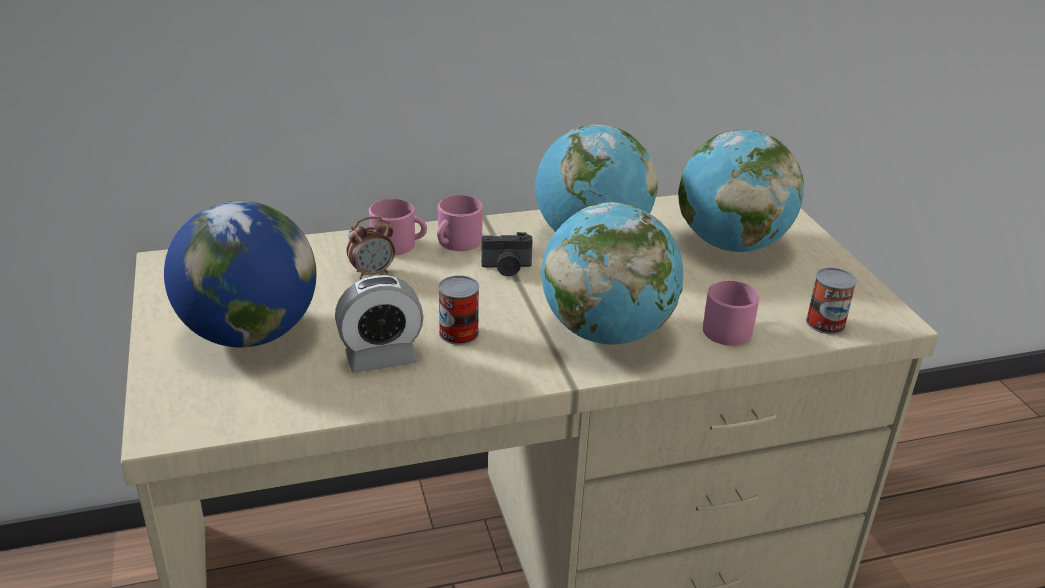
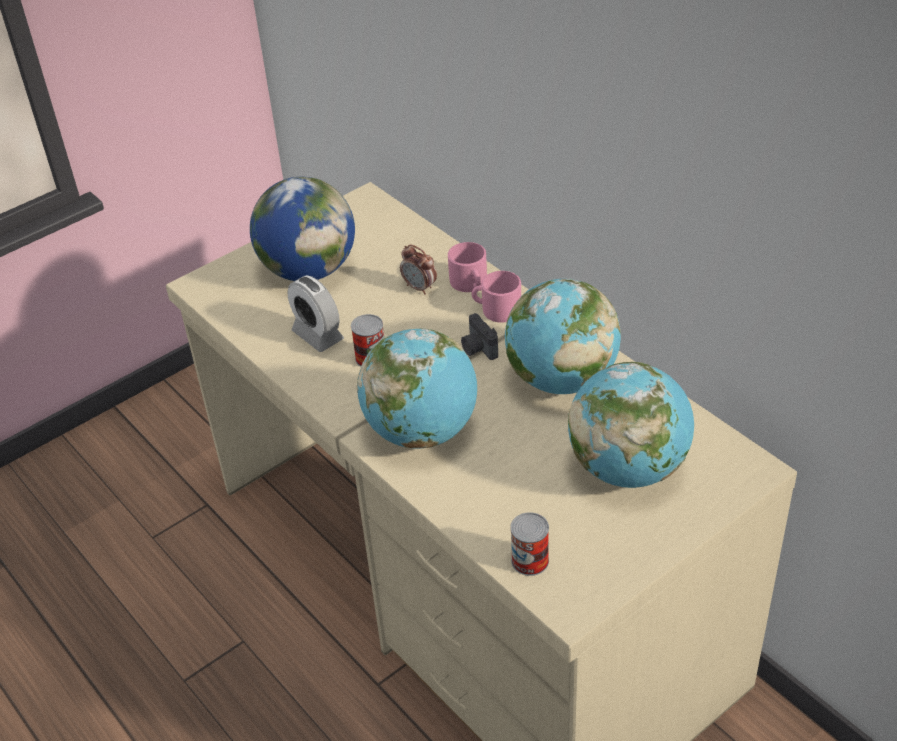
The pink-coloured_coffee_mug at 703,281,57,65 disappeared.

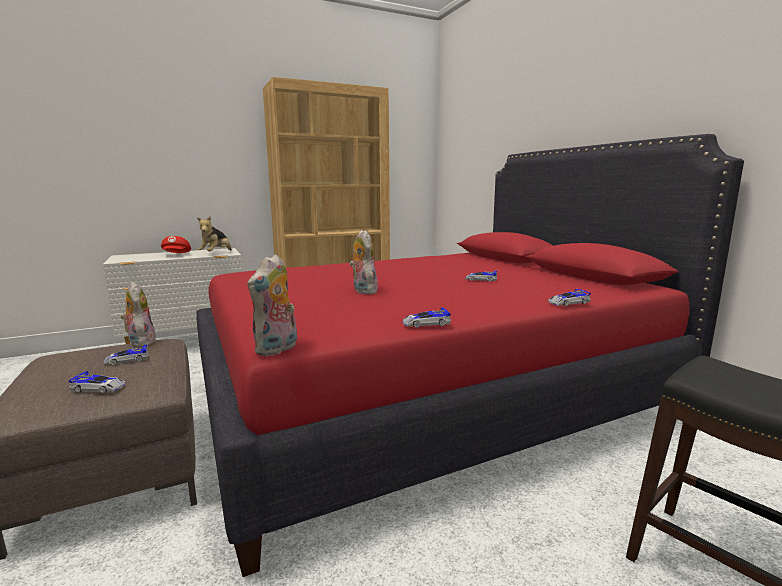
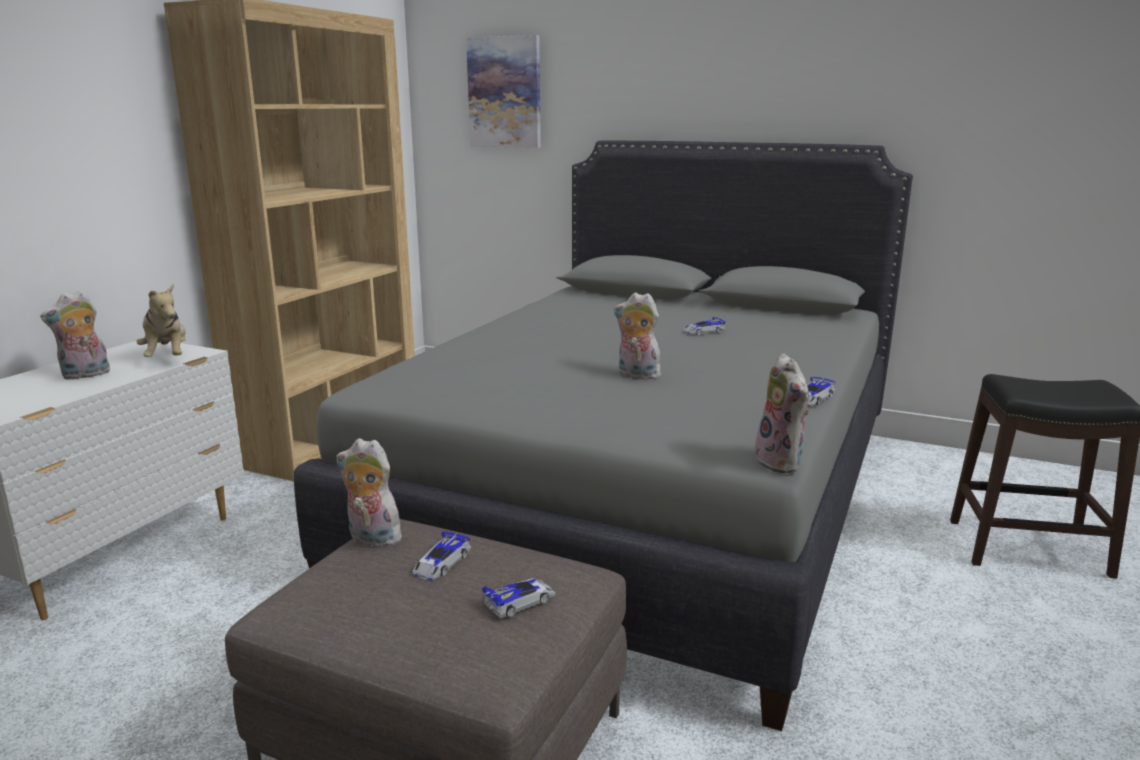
The red-coloured_peaked_cap at 161,236,30,17 was replaced by the plush_toy at 40,291,70,89.
The red-coloured_bedroom_bed at 196,134,548,443 became the gray_bedroom_bed at 294,141,619,590.
The model_car at 548,289,43,17 disappeared.
The wall_art at 466,35,75,113 appeared.

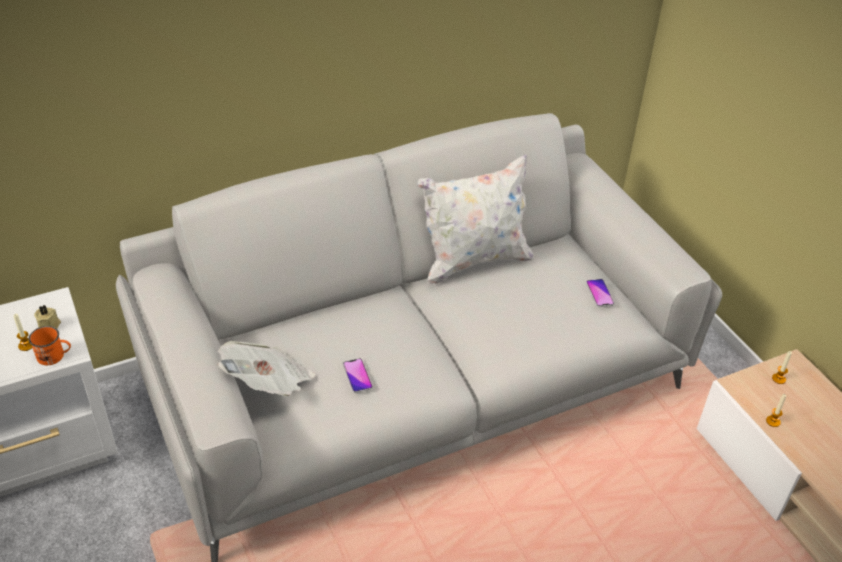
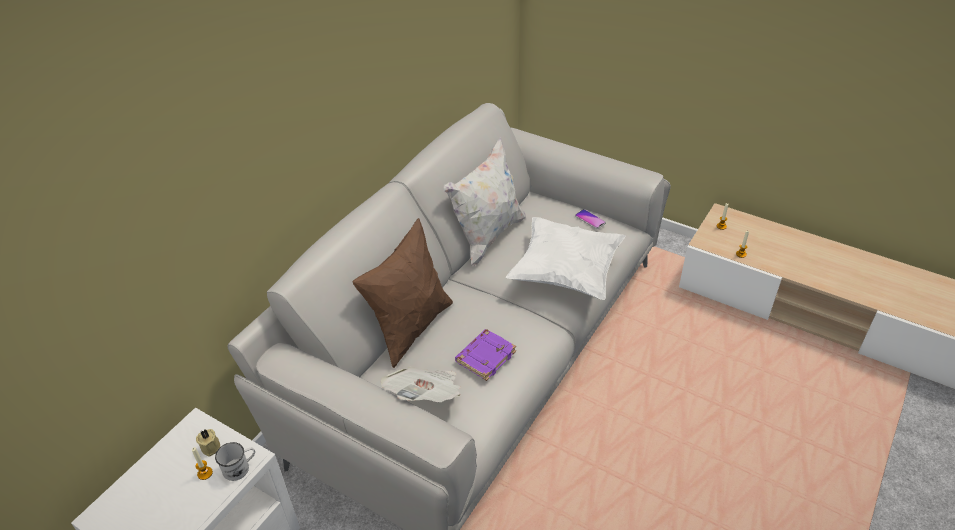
The orange-coloured_coffee_mug at 29,326,42,39 became the white_coffee_mug at 215,442,40,39.
The handset at 343,358,30,35 was replaced by the purple_book at 455,329,61,52.
The brown-coloured_cushion at 353,218,100,150 appeared.
The white_cushion at 506,217,119,83 appeared.

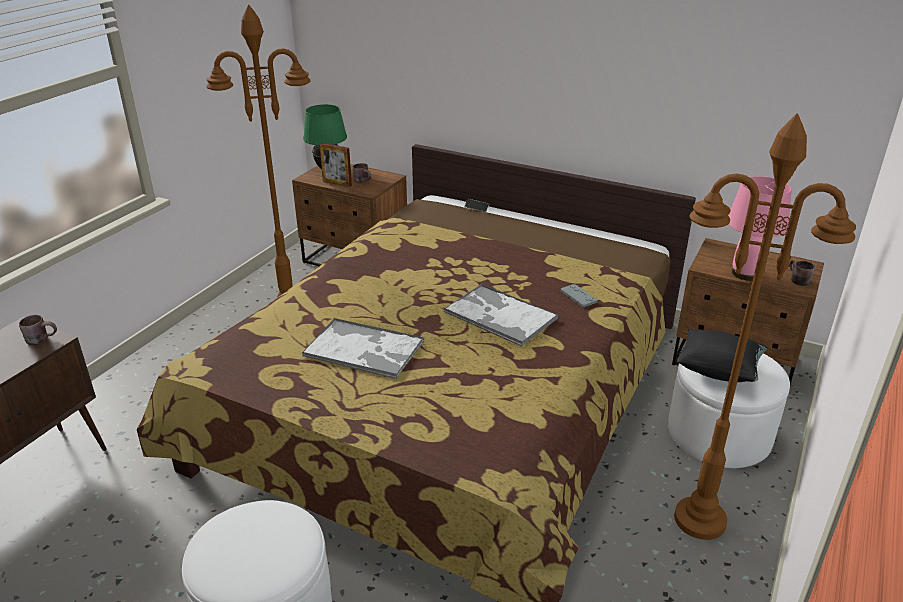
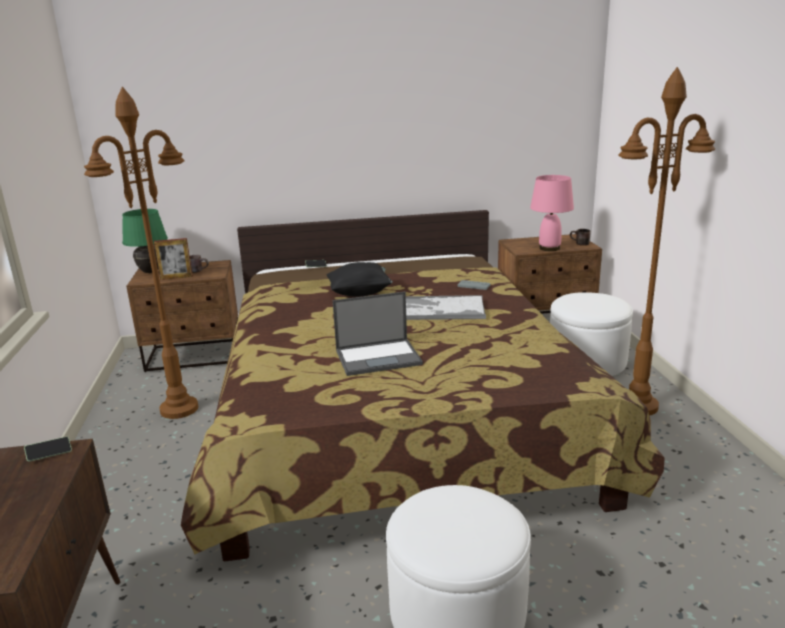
The brown-coloured_coffee_mug at 19,315,38,30 was replaced by the handset at 24,437,48,25.
The tray at 302,318,122,61 was replaced by the notebook_computer at 333,292,90,84.
The black_cushion moved from 676,329,91,53 to 326,262,67,35.

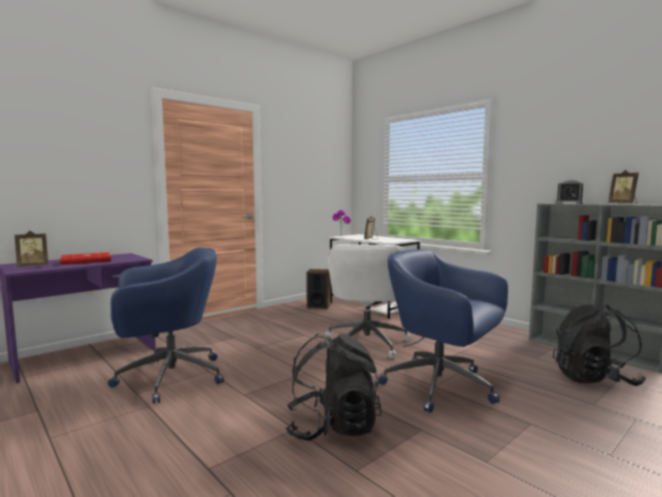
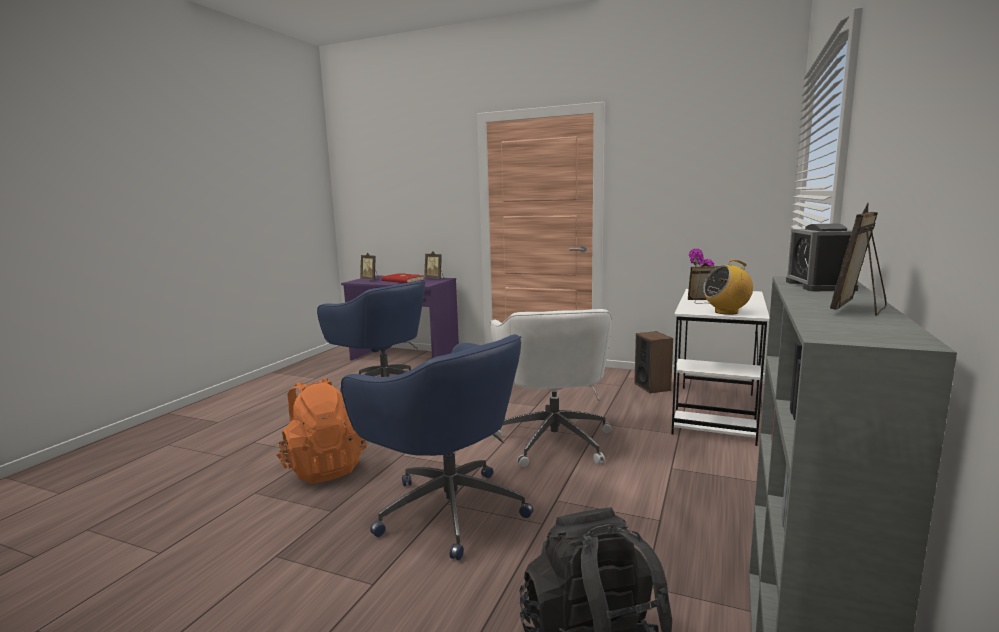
The black_backpack at 286,333,95,108 became the orange-coloured_backpack at 277,378,89,105.
The white_computer_chair at 324,245,87,113 turned 75 degrees counterclockwise.
The blue-coloured_computer_chair at 379,249,129,164 turned 120 degrees clockwise.
The picture_frame at 424,252,20,27 appeared.
The radio_set at 703,260,50,55 appeared.

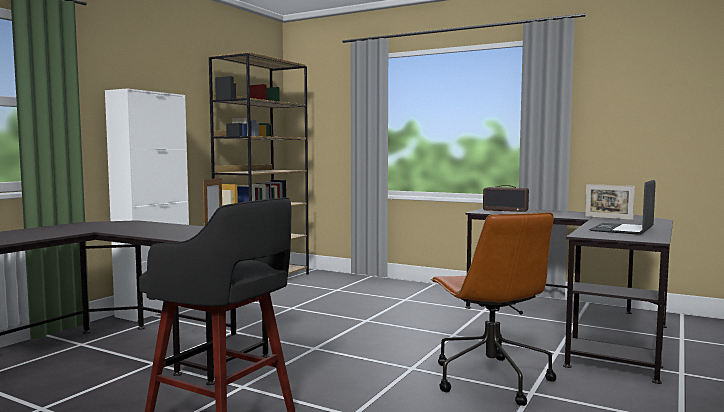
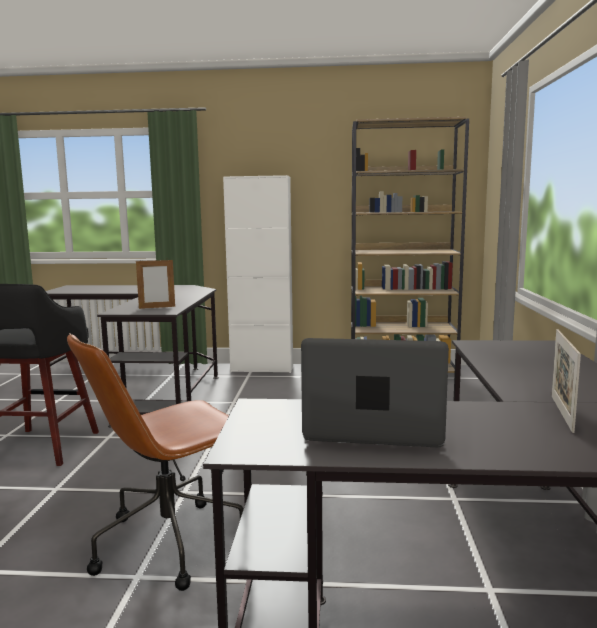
The radio_set at 483,185,46,27 disappeared.

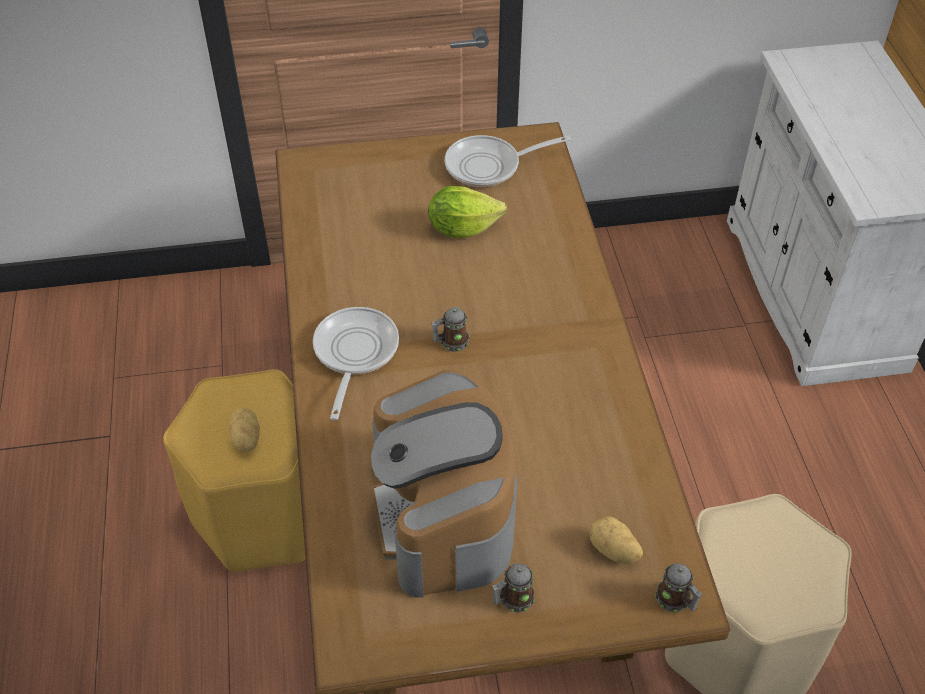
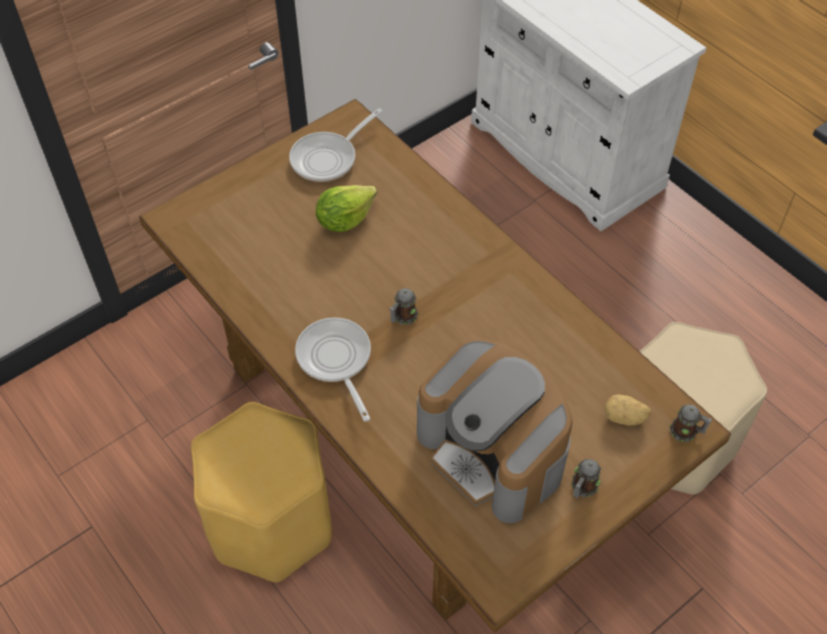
The potato at 229,408,31,44 disappeared.

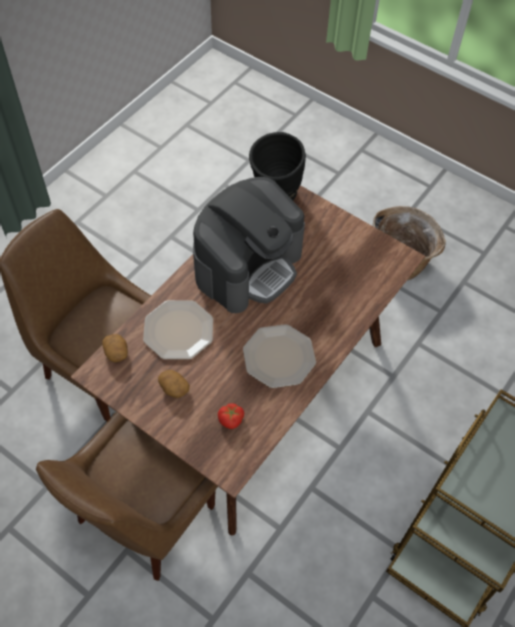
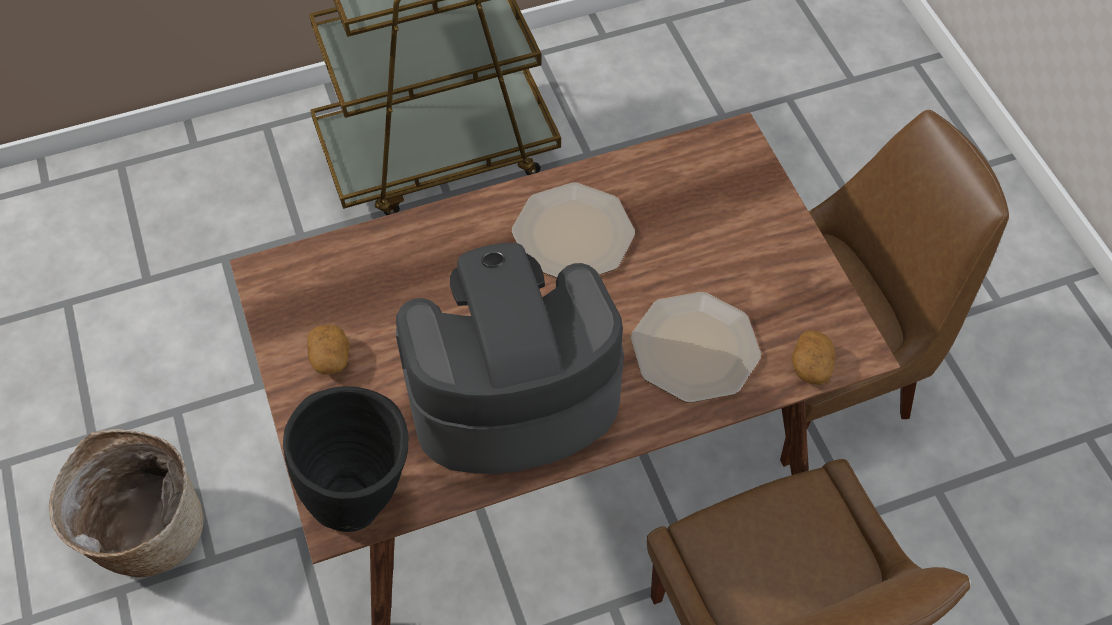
The potato moved from 158,370,32,28 to 307,325,43,50.
The whole_tomato at 218,403,26,26 disappeared.

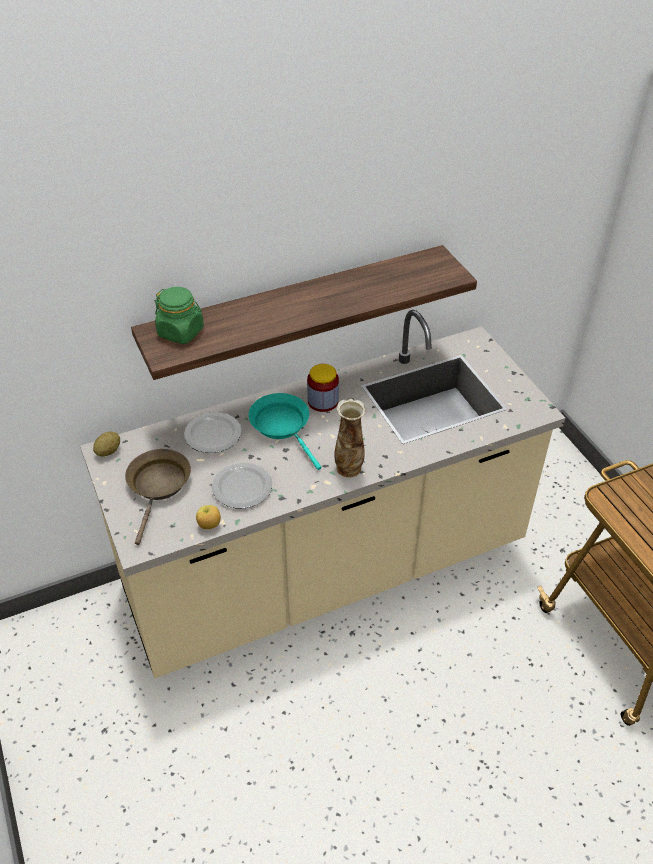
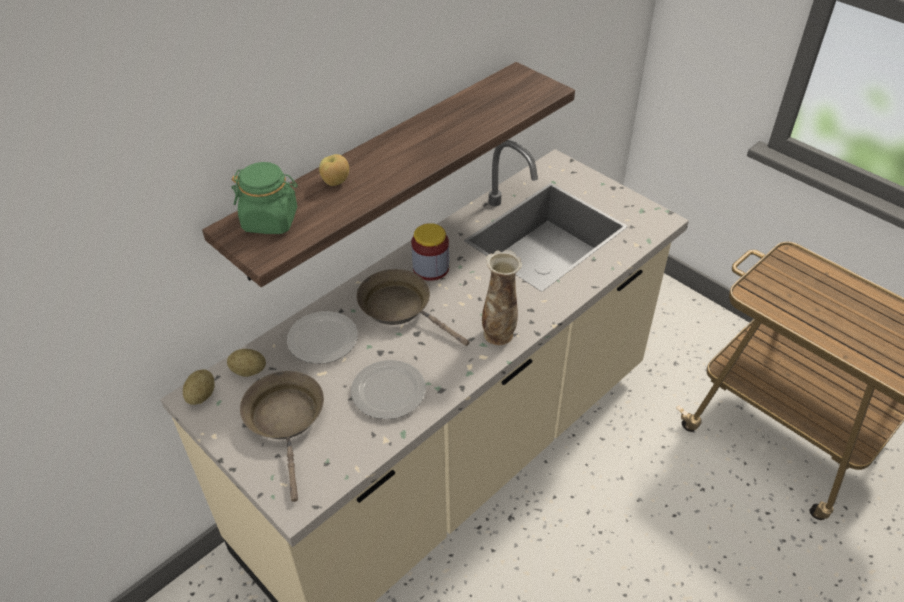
The apple moved from 196,505,25,24 to 319,154,30,32.
The blue-green_skillet at 249,393,72,77 became the brown-coloured_skillet at 356,269,114,77.
The potato at 227,349,39,28 appeared.

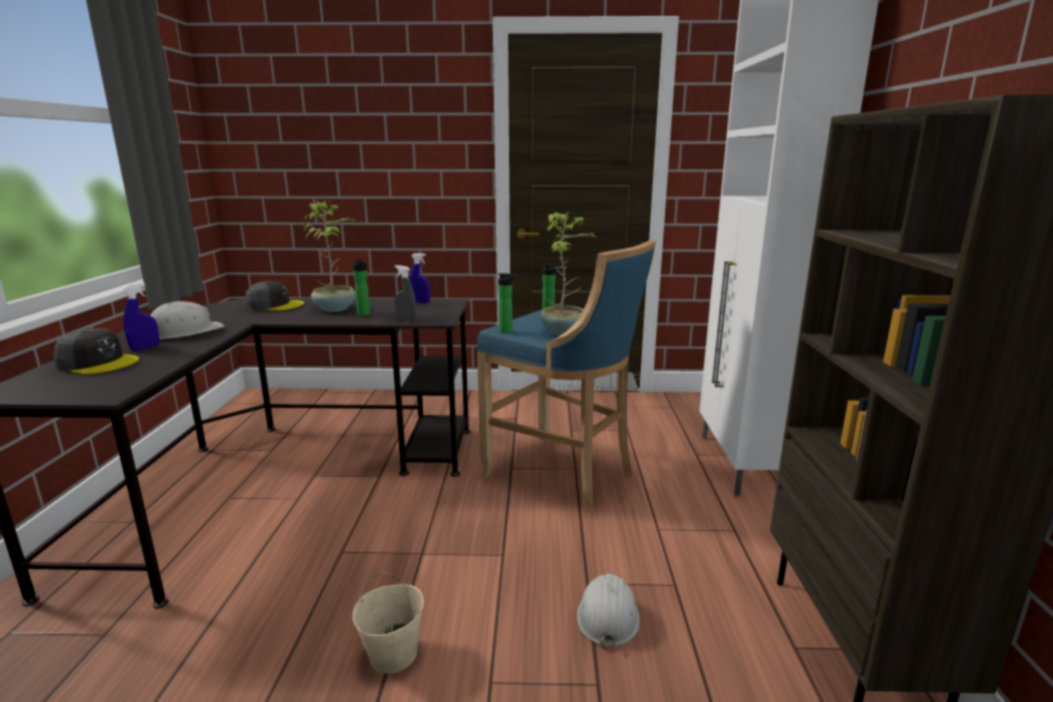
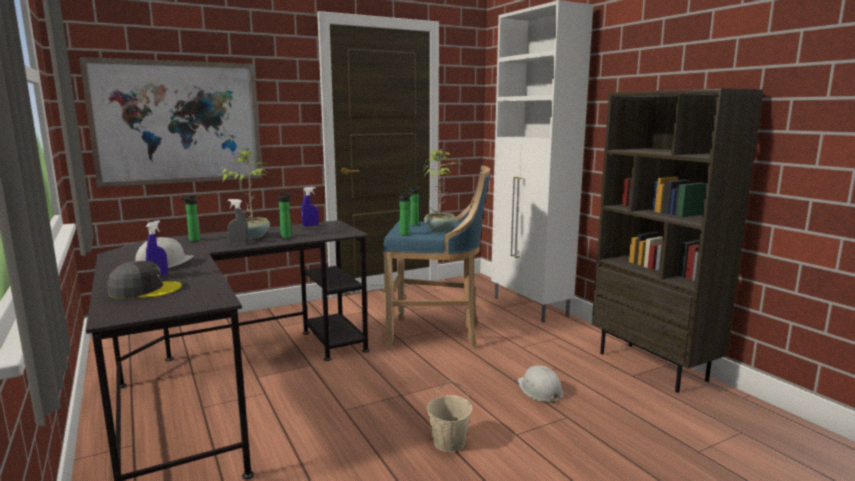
The gray_peaked_cap at 245,281,59,30 was replaced by the drink_bottle at 180,195,20,46.
The gray_spray_bottle moved from 395,265,21,57 to 228,199,21,45.
The wall_art at 79,57,183,130 appeared.

